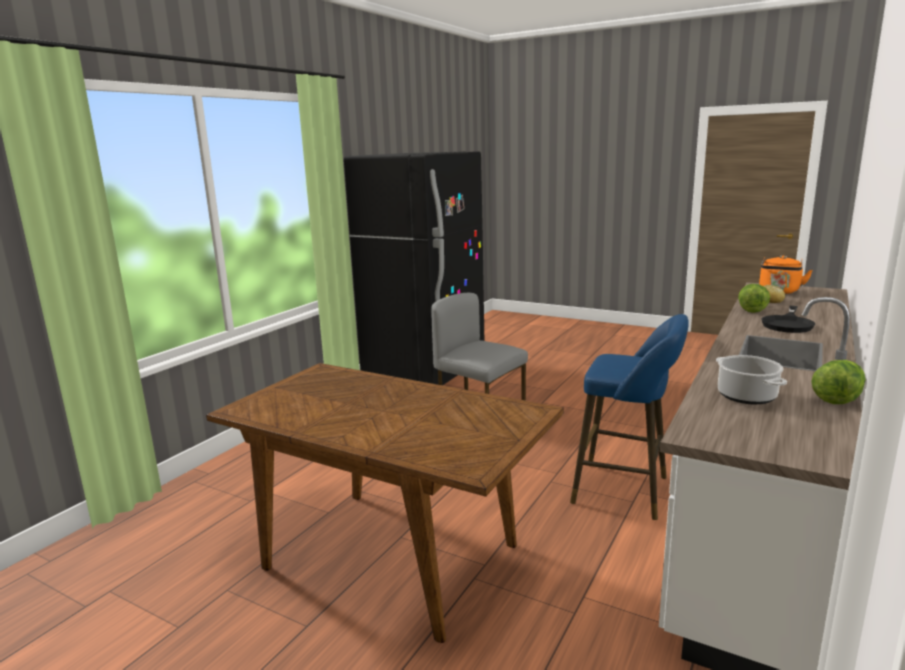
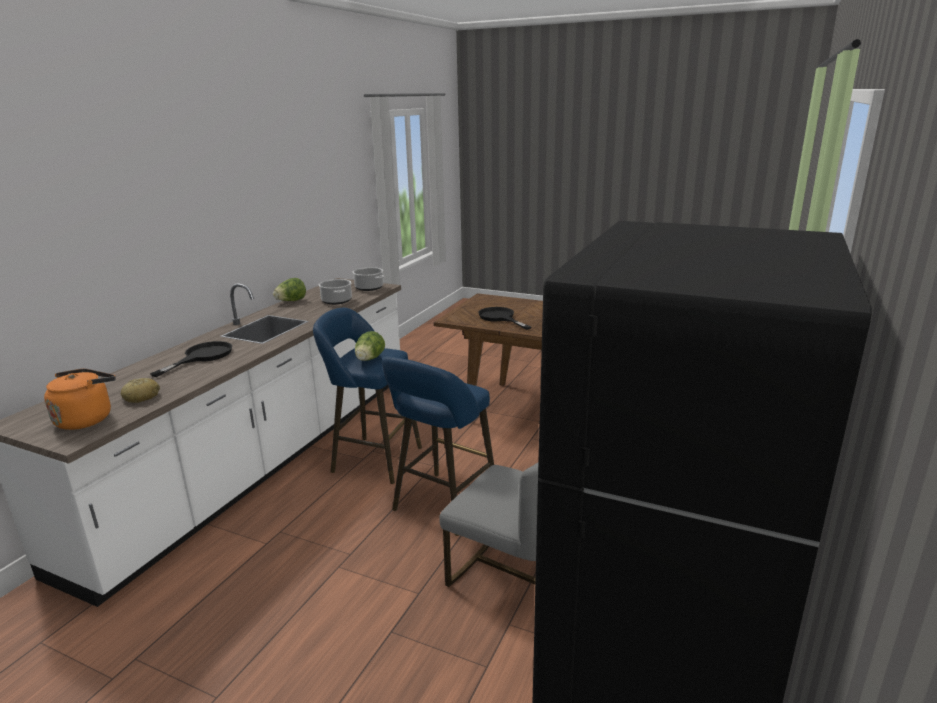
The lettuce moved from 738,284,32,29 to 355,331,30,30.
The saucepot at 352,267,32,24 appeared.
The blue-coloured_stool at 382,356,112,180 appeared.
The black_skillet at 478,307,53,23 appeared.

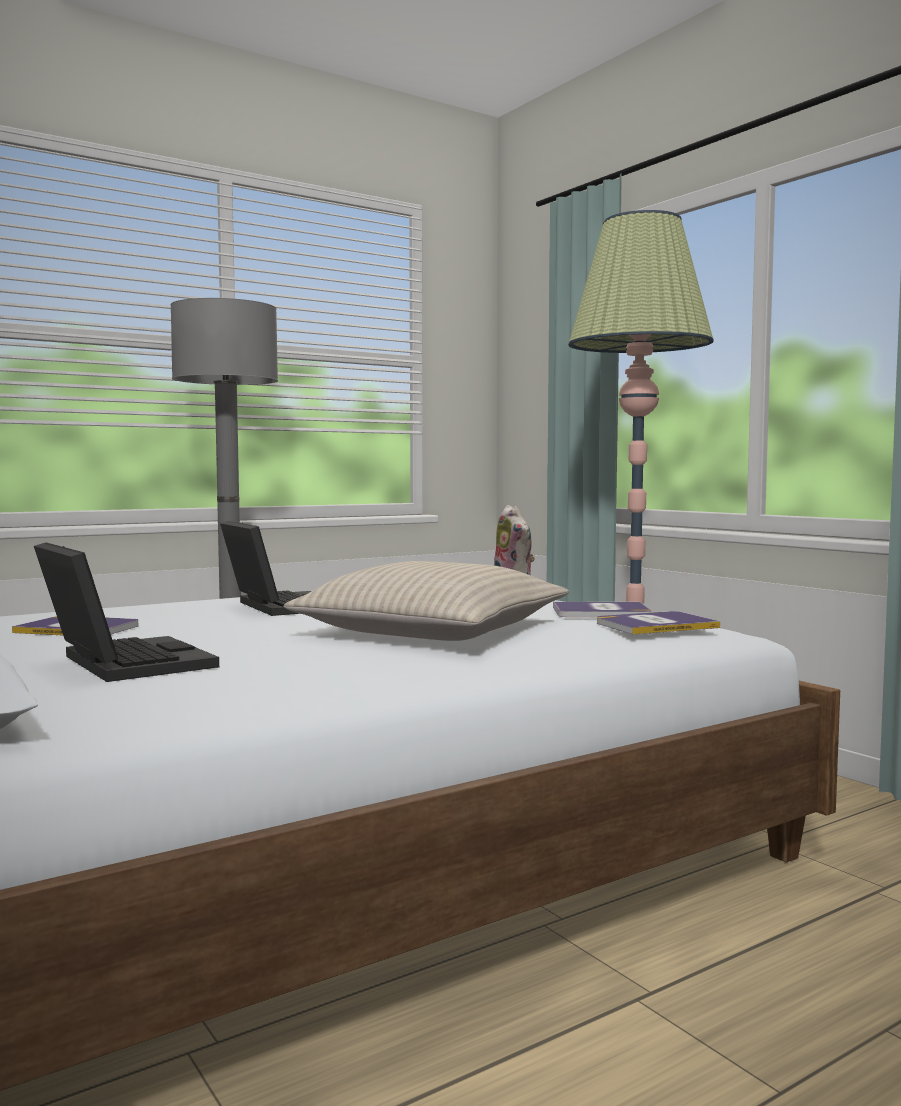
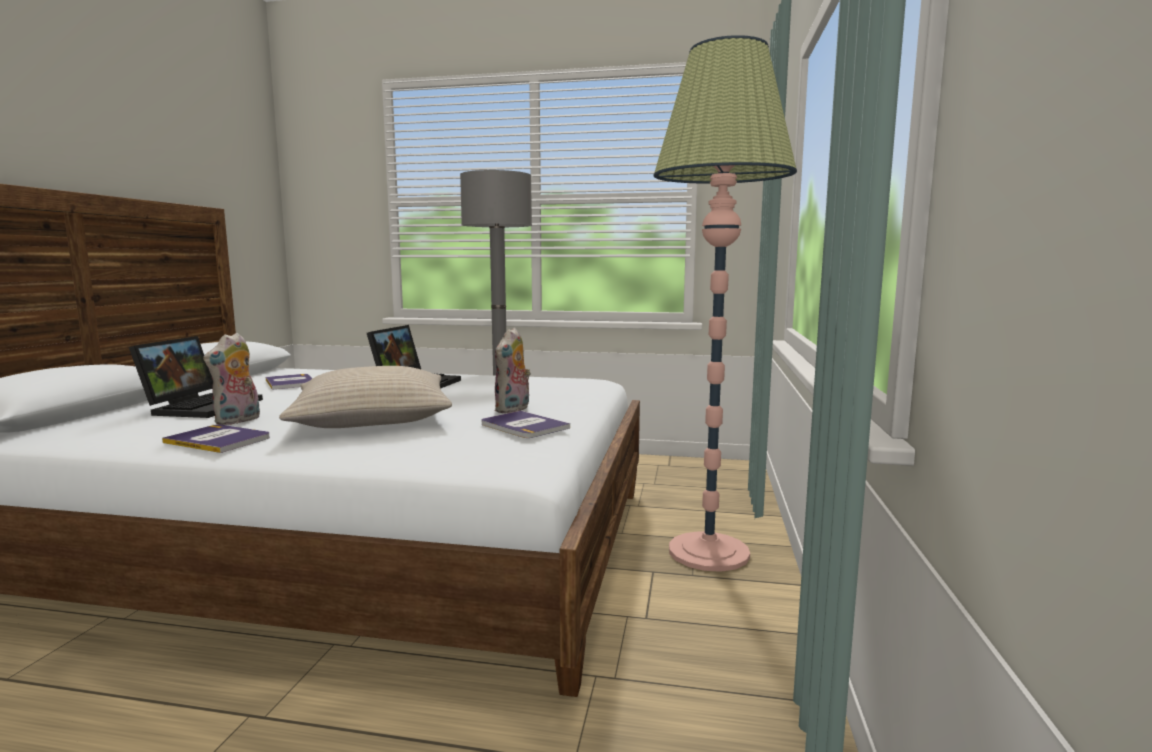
The book moved from 597,611,123,23 to 162,425,108,28.
The plush_toy at 203,333,57,92 appeared.

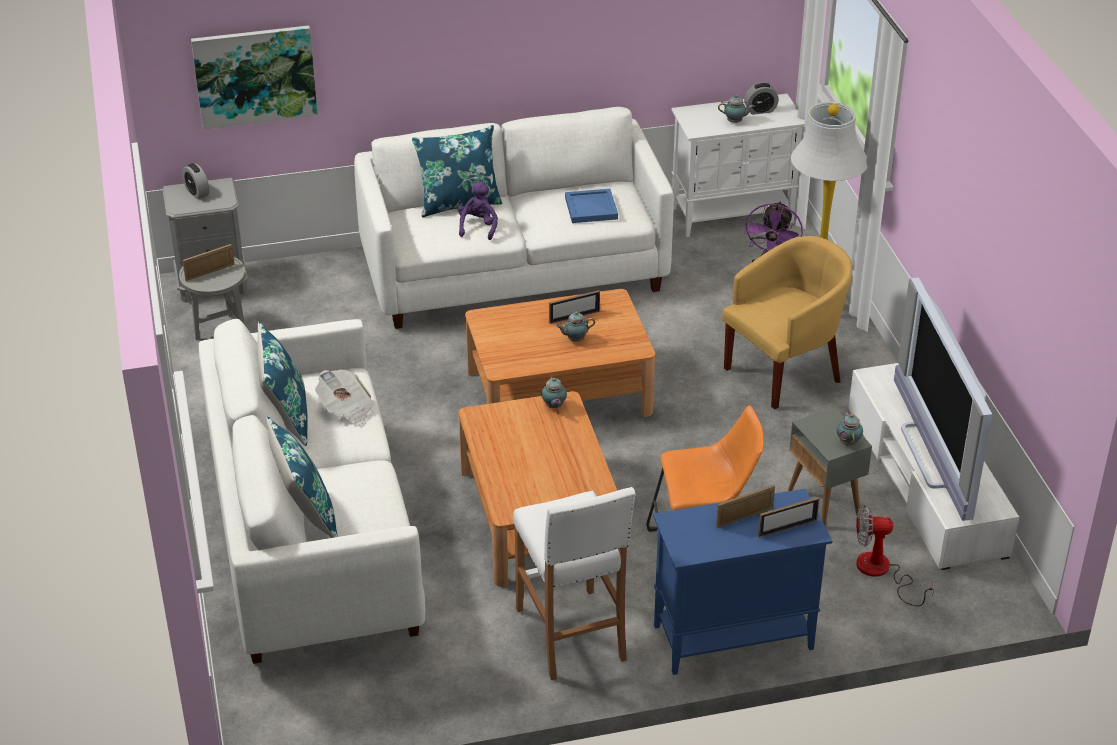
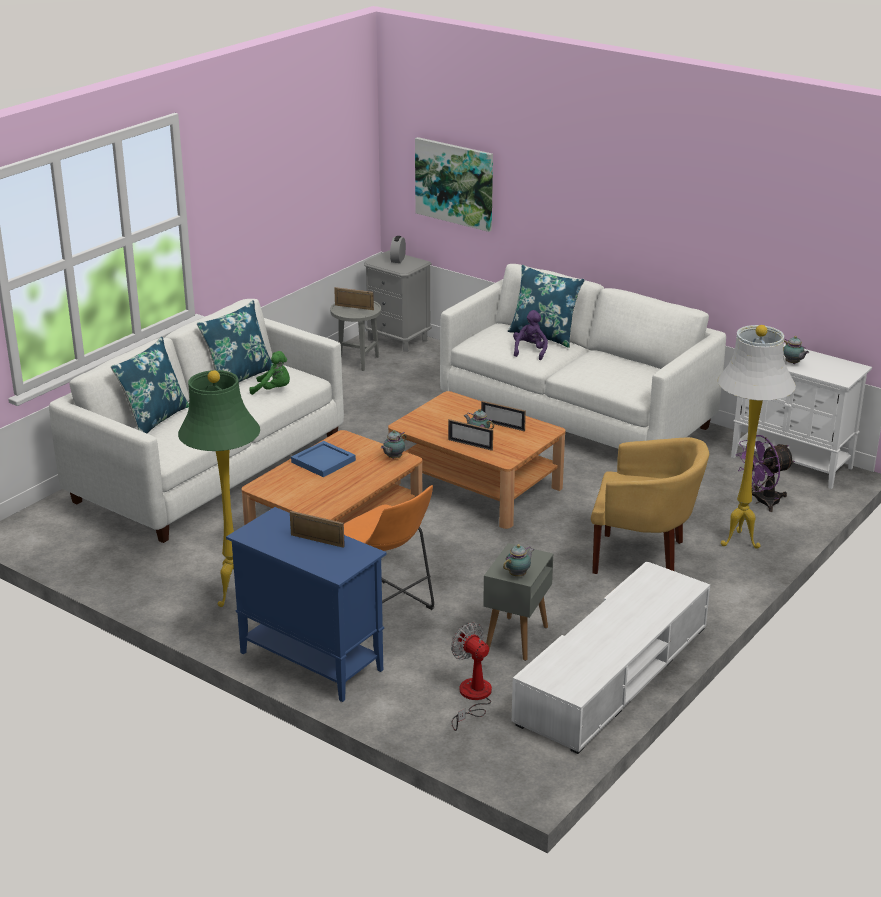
The printed_paper at 315,369,60,55 was replaced by the green-coloured_plush_toy at 249,351,41,44.
The purple_plush_toy at 458,181,40,59 turned 45 degrees counterclockwise.
The white_stool at 513,487,123,194 was replaced by the green-coloured_standing_lamp at 178,370,82,237.
The blue-coloured_tray moved from 565,189,53,34 to 291,441,65,36.
The table_clock at 744,83,35,32 disappeared.
The picture_frame moved from 758,497,61,41 to 448,419,45,32.
The TV at 894,277,98,244 disappeared.

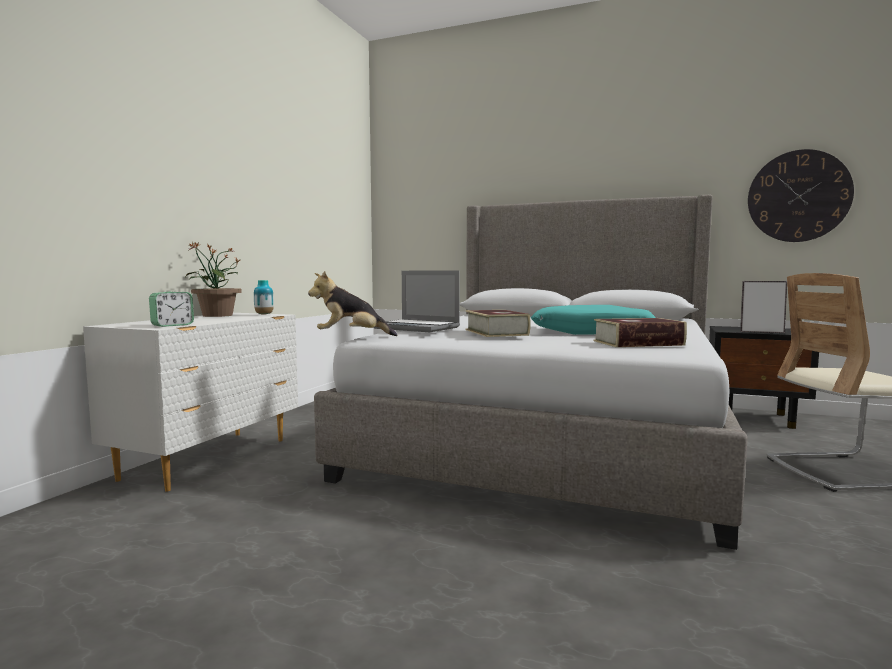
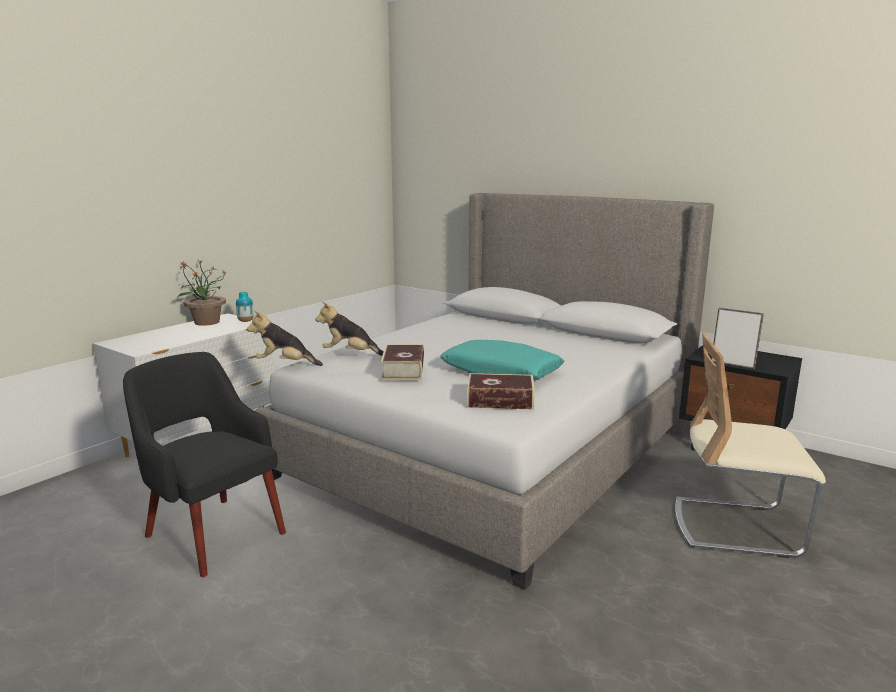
The table_clock at 149,292,45,35 disappeared.
The notebook_computer at 373,271,87,61 was replaced by the plush_toy at 315,302,69,54.
The wall_clock at 748,149,106,93 disappeared.
The black_lounge_chair at 123,352,163,225 appeared.

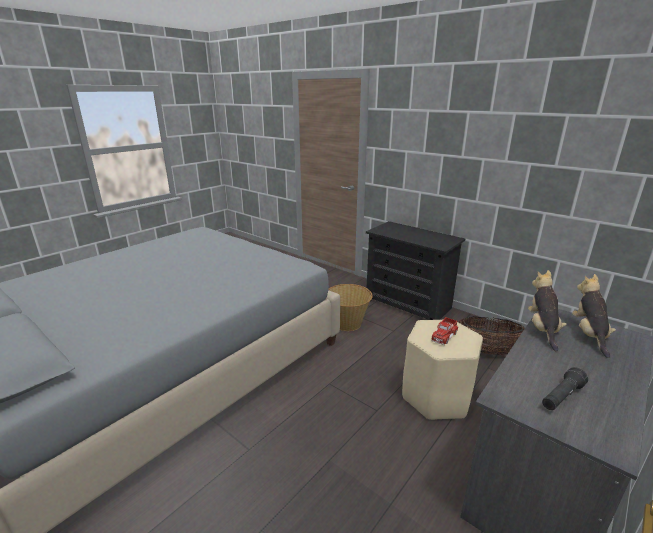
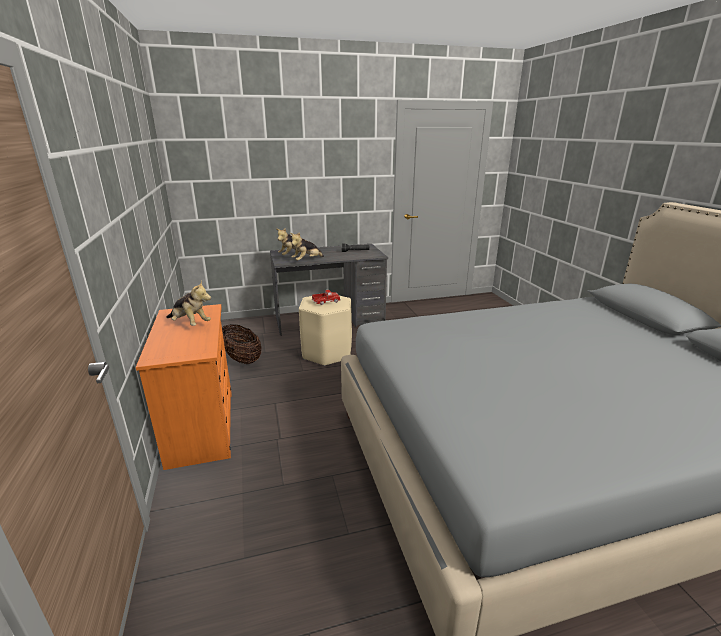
The basket at 328,284,45,47 disappeared.
The black_drawer_chest at 366,221,99,99 became the orange-coloured_drawer_chest at 136,304,95,166.
The plush_toy at 166,281,45,45 appeared.

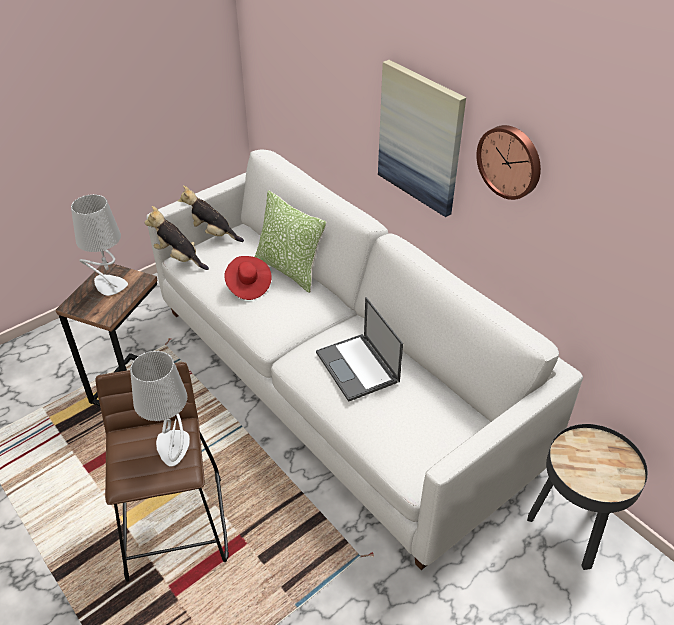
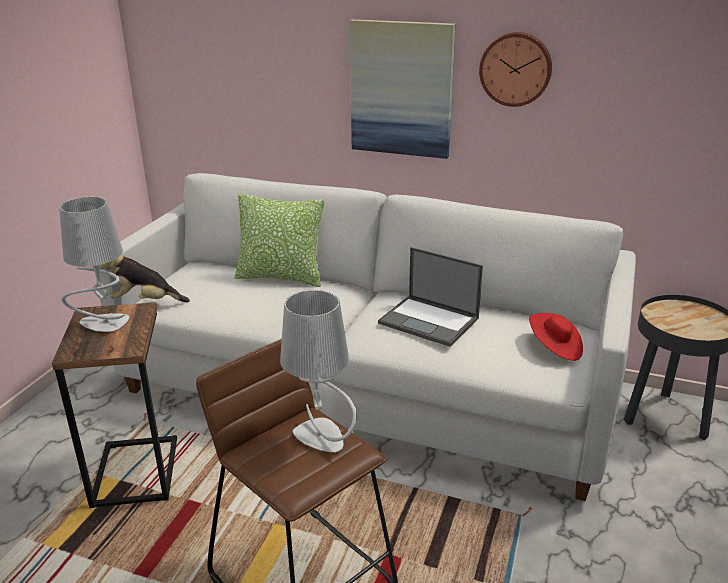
The plush_toy at 178,186,66,56 disappeared.
The red-coloured_hat moved from 224,256,48,44 to 529,313,54,48.

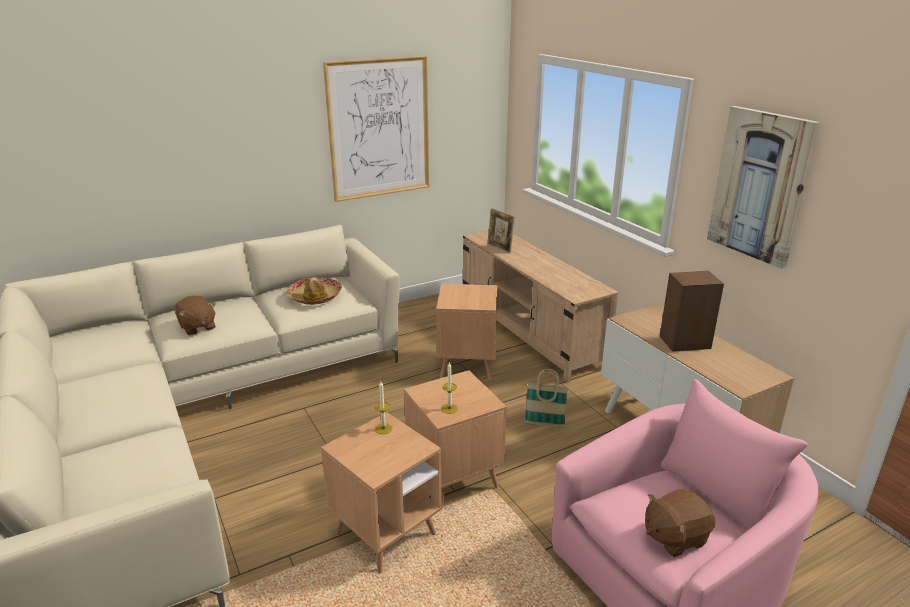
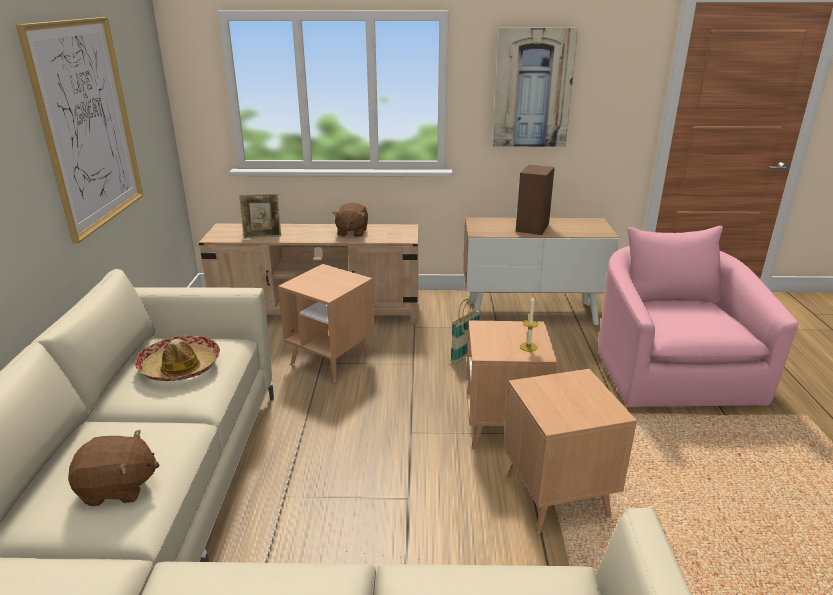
The wax_candle at 375,382,18,52 disappeared.
The brown-coloured_plush_toy moved from 645,488,71,69 to 333,202,35,35.

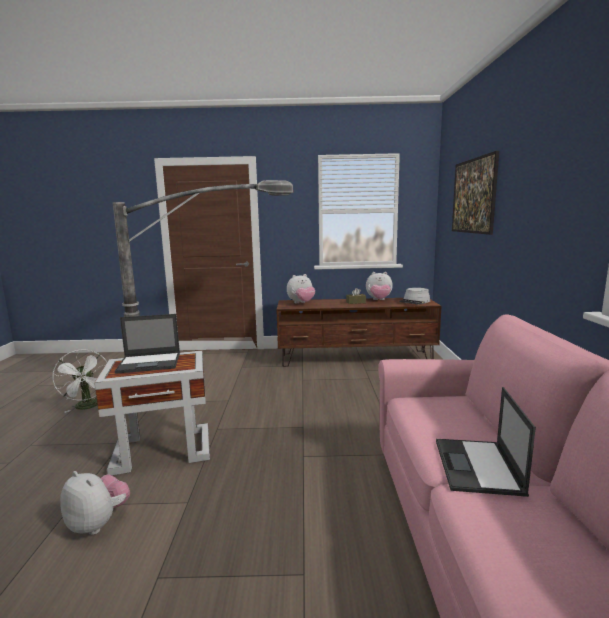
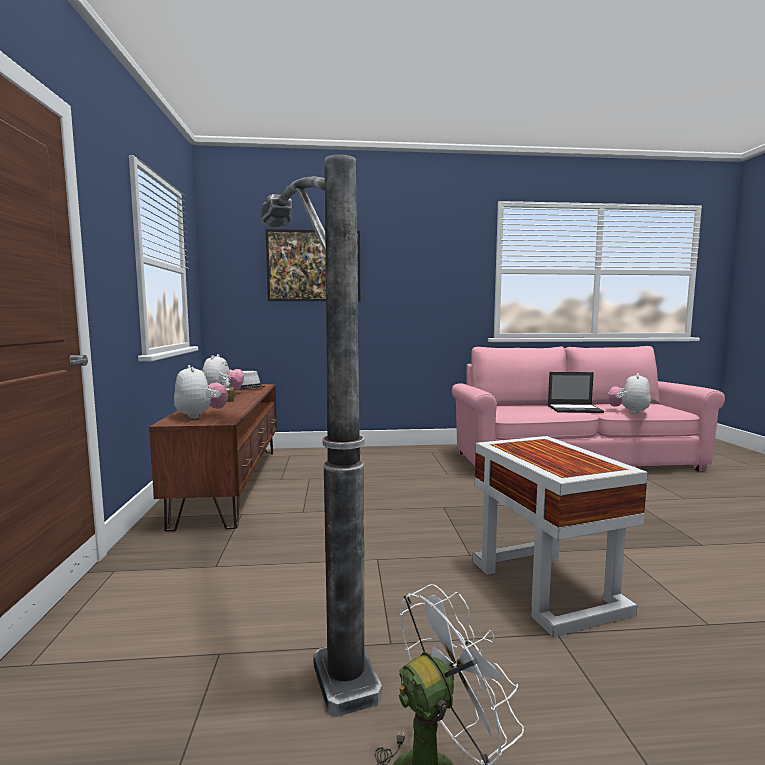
The plush_toy moved from 60,471,70,64 to 608,373,43,41.
The notebook_computer at 115,314,65,60 disappeared.

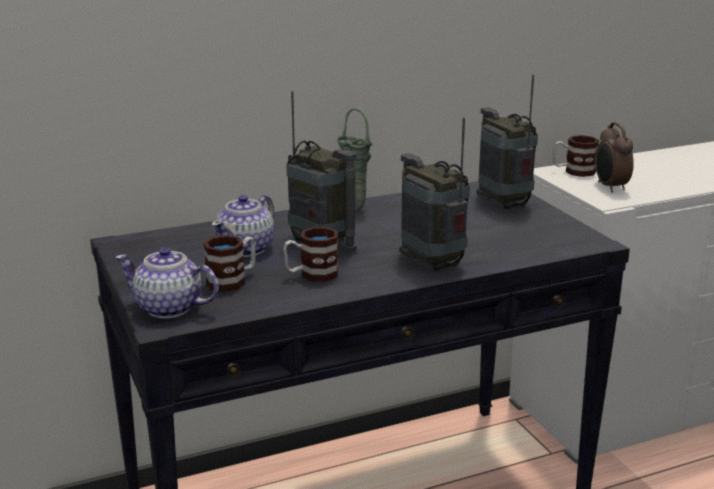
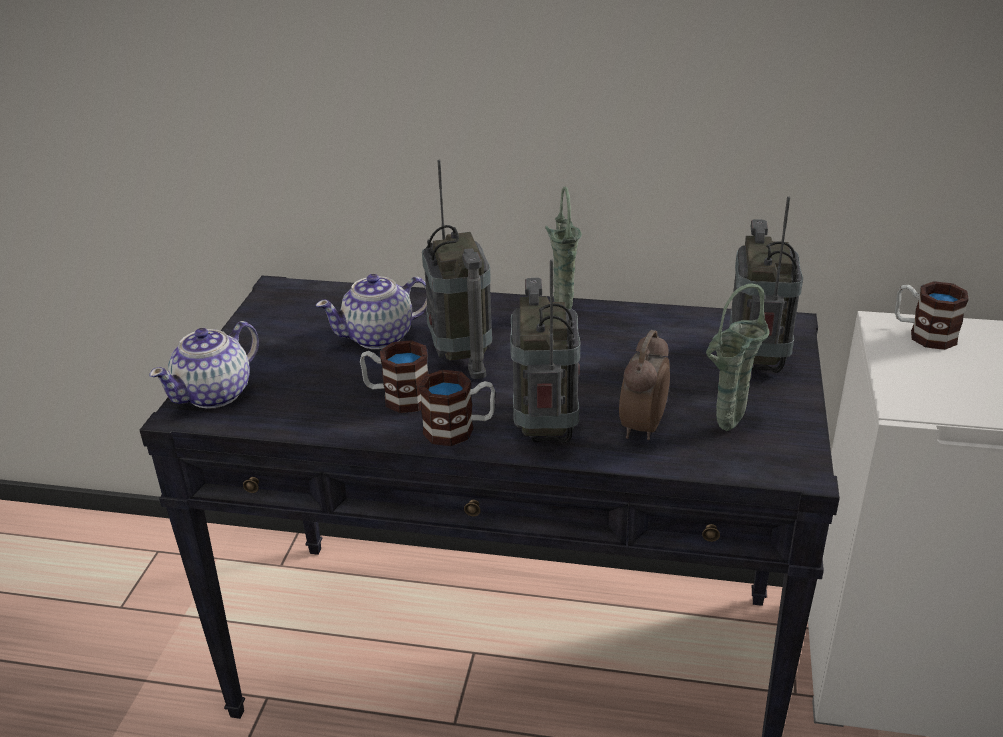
The teapot at 115,247,104,71 turned 105 degrees counterclockwise.
The coffee_mug moved from 203,235,52,57 to 419,370,76,76.
The table_clock moved from 595,122,39,70 to 619,330,51,110.
The green-coloured_decorative_vase at 706,283,64,148 appeared.

